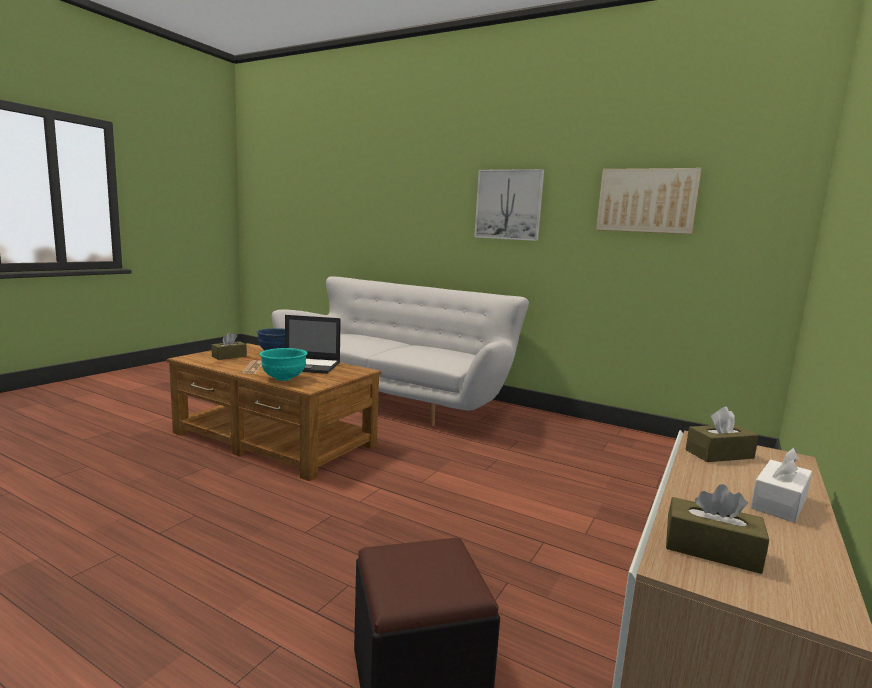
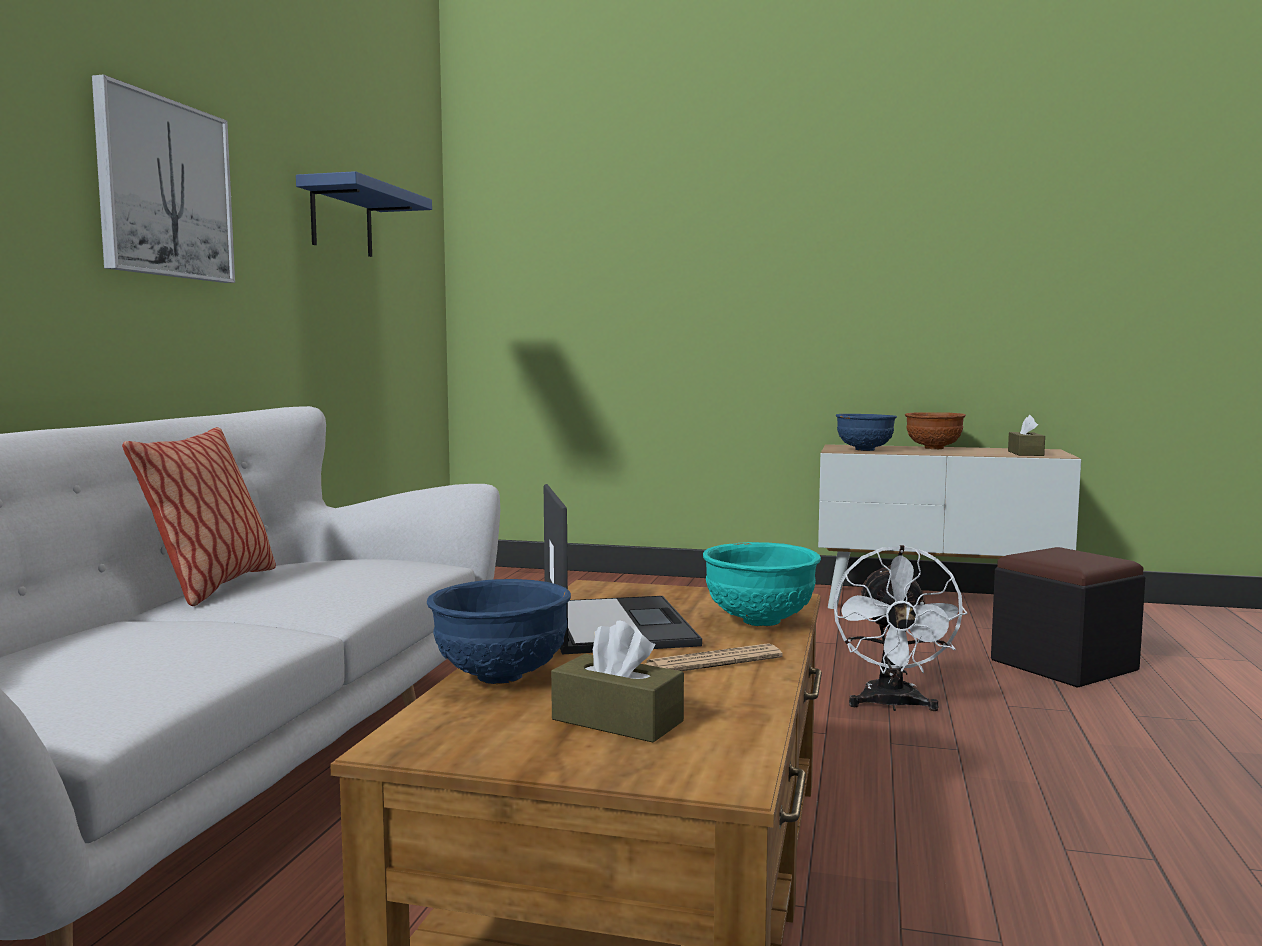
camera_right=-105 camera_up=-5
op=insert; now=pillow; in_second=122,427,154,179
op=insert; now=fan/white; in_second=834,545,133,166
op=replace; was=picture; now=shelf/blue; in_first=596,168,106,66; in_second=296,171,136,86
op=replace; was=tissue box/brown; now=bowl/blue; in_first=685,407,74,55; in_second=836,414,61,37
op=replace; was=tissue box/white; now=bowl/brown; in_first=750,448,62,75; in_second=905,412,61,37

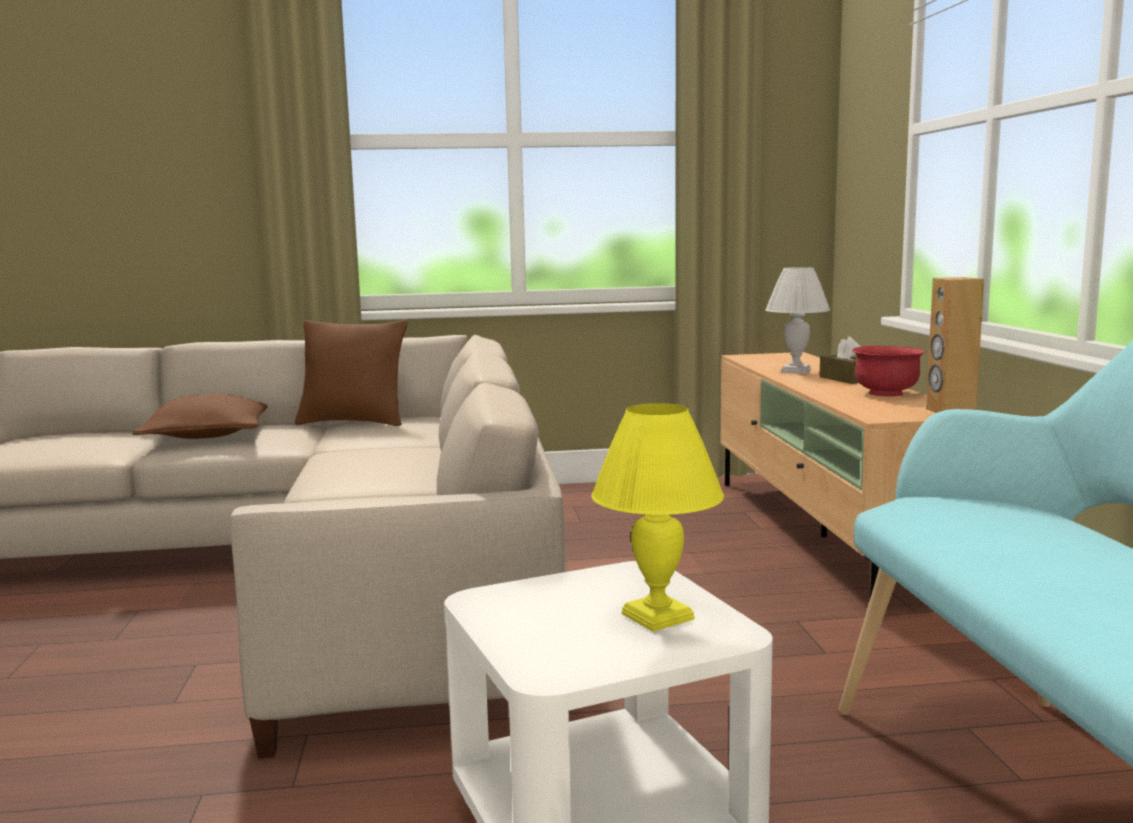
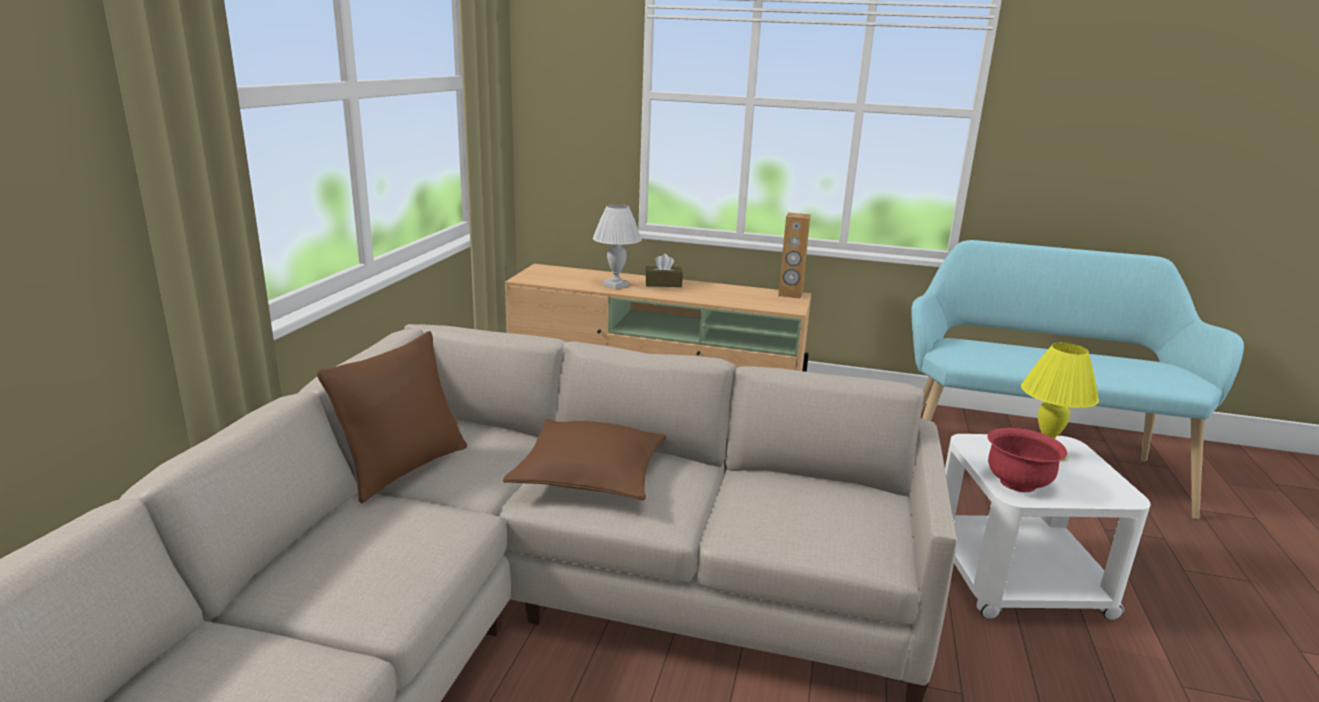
camera_right=-70 camera_up=10
op=move; was=pillow/brown; in_first=133,394,135,45; in_second=503,419,163,81
op=move; was=bowl/red; in_first=852,346,74,51; in_second=987,427,80,65

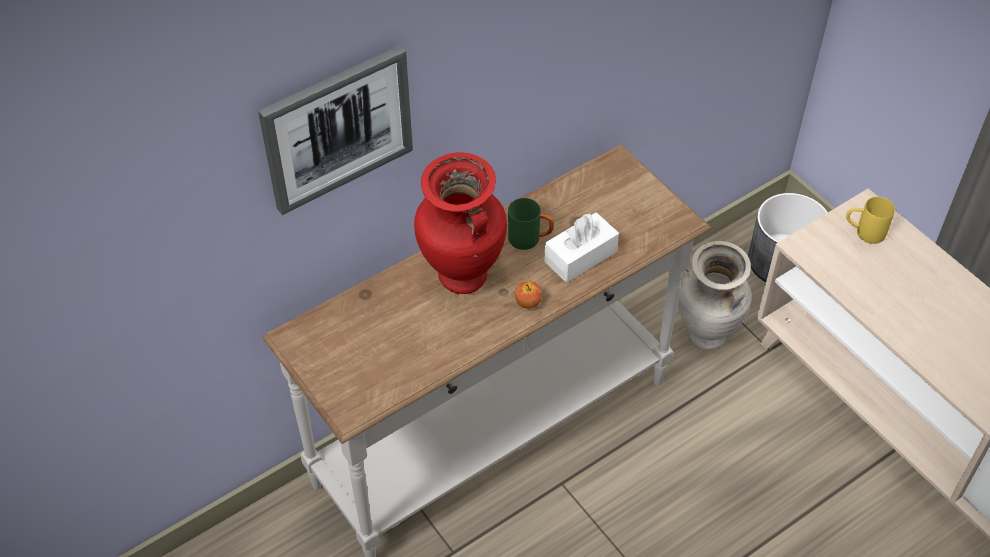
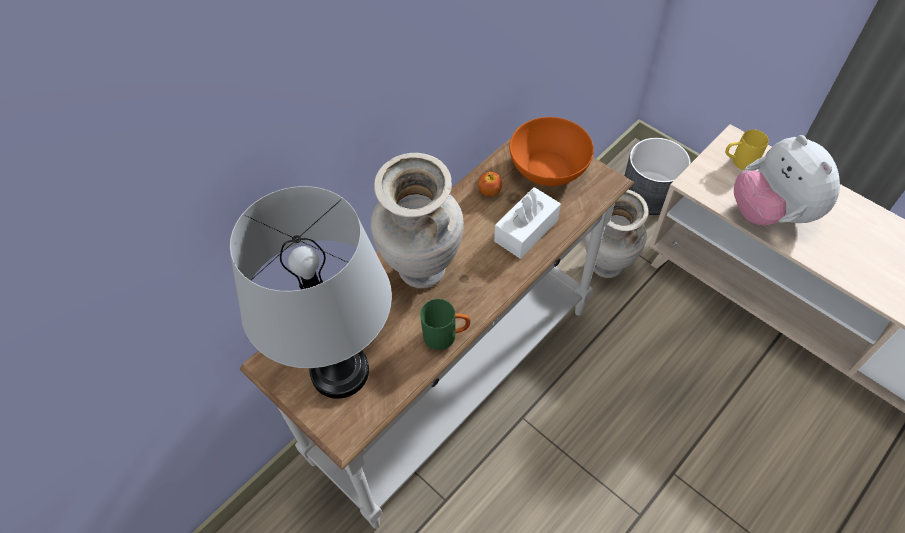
camera_right=-10 camera_up=5
op=delete; was=picture; in_first=258,45,155,170
op=insert; now=table lamp/grey; in_second=230,186,162,213
op=insert; now=bowl/orange; in_second=510,117,84,69
op=insert; now=plush toy; in_second=734,135,106,90
op=move; was=mug/green; in_first=508,198,46,52; in_second=420,299,50,51
op=move; was=apple; in_first=515,281,27,28; in_second=478,172,24,24
op=recolor; was=vase/red; now=vase/beige; in_first=414,152,93,142; in_second=371,153,93,135

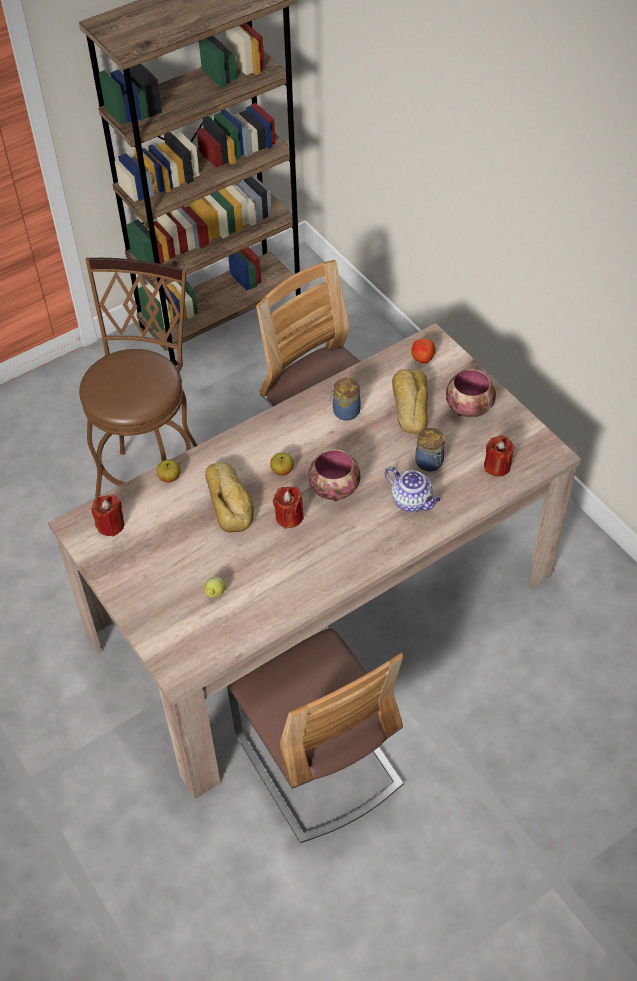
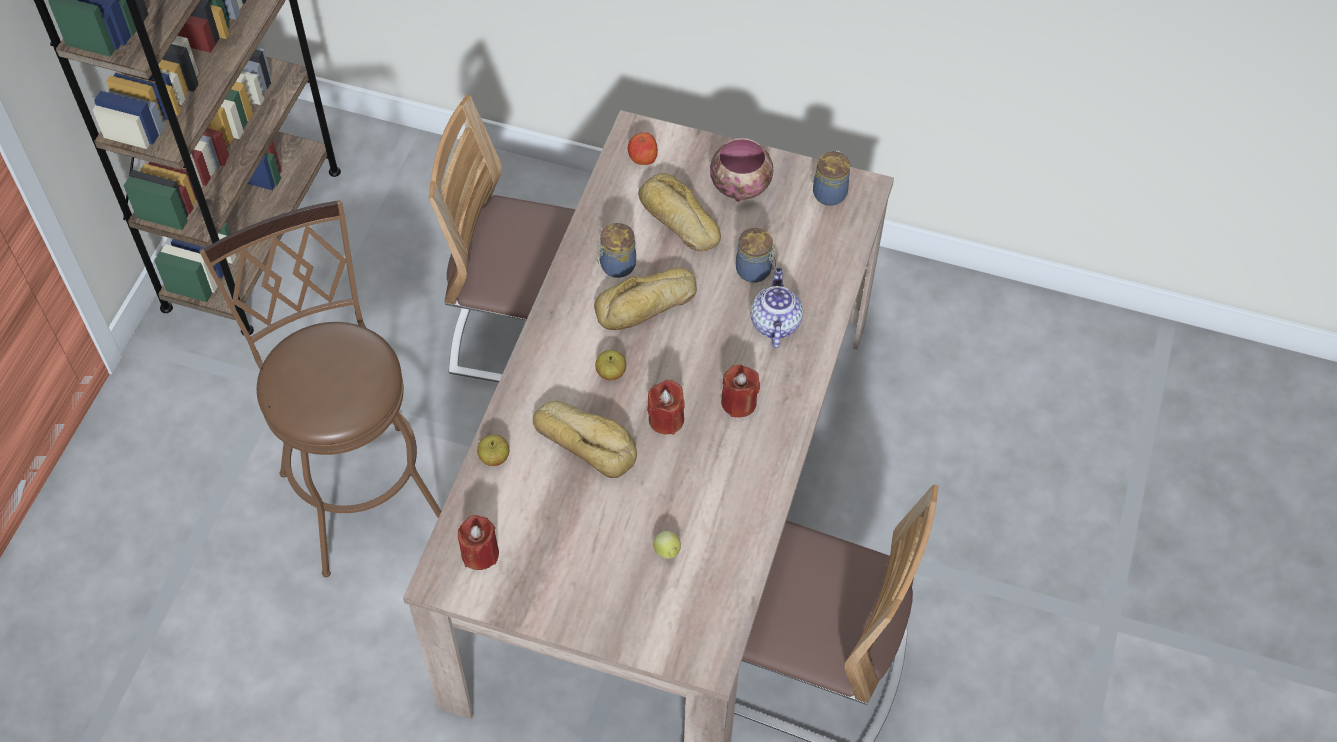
camera_right=-40 camera_up=5
op=delete; was=bowl; in_first=308,449,52,52
op=insert; now=bread; in_second=594,268,103,62
op=insert; now=jar; in_second=813,150,37,56
op=move; was=candle/red; in_first=484,435,31,41; in_second=721,365,39,52
op=rotate; was=teapot; in_first=385,467,56,45; in_second=750,267,53,81; clockwise=-90

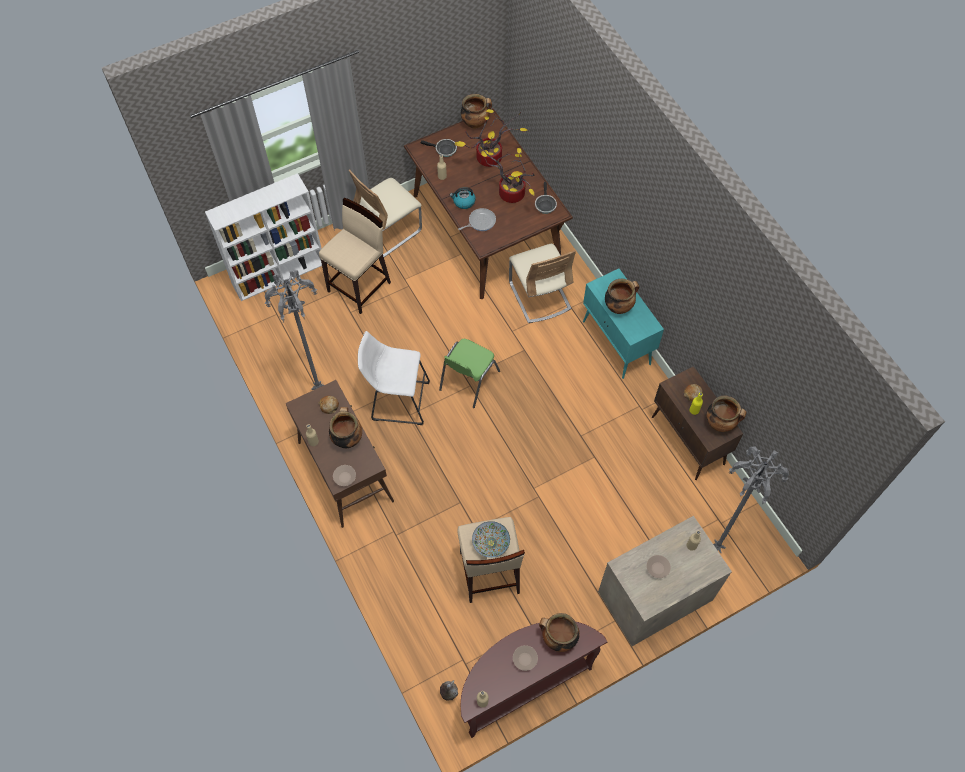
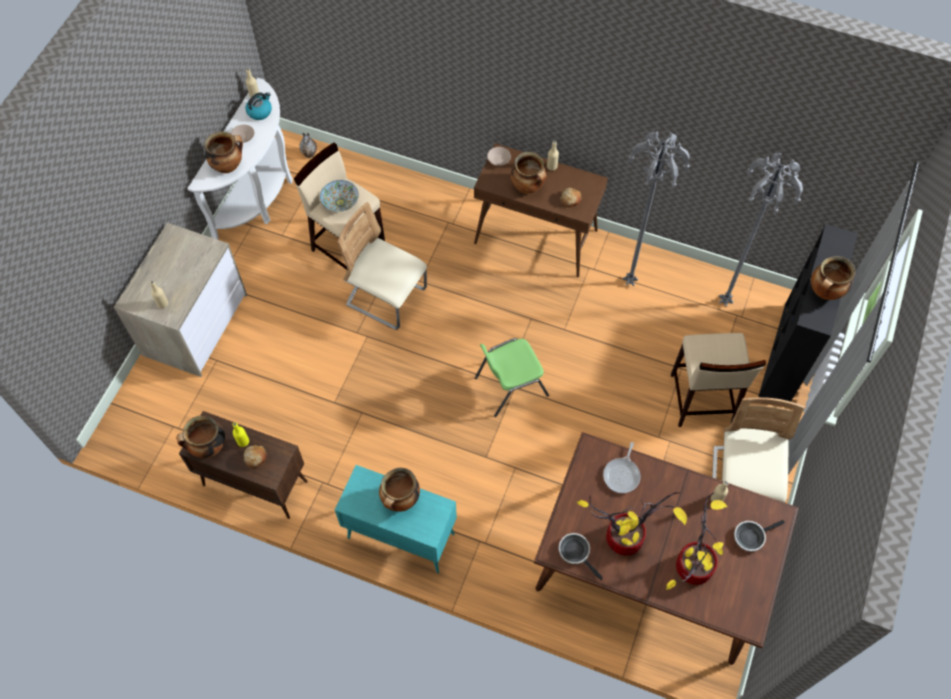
camera_right=140 camera_up=0
op=delete; was=stool/white; in_first=358,331,72,94
op=delete; was=bowl/beige; in_first=646,555,25,23
op=move; was=kettle; in_first=450,187,25,22; in_second=246,92,26,28
op=move; was=cooking pot; in_first=461,94,31,35; in_second=811,256,44,44
op=move; was=chair/beige; in_first=509,244,67,79; in_second=338,202,89,128
op=move; was=floor lamp/grey; in_first=713,446,76,107; in_second=719,153,84,153
op=recolor; was=bookcase/white; now=bookcase/black; in_first=205,173,117,128; in_second=758,224,100,178
op=recolor; was=console table/brown; now=console table/white; in_first=461,622,146,116; in_second=187,78,106,162
op=rotate; was=chair/green; in_first=439,339,61,69; in_second=475,338,74,79; clockwise=-105

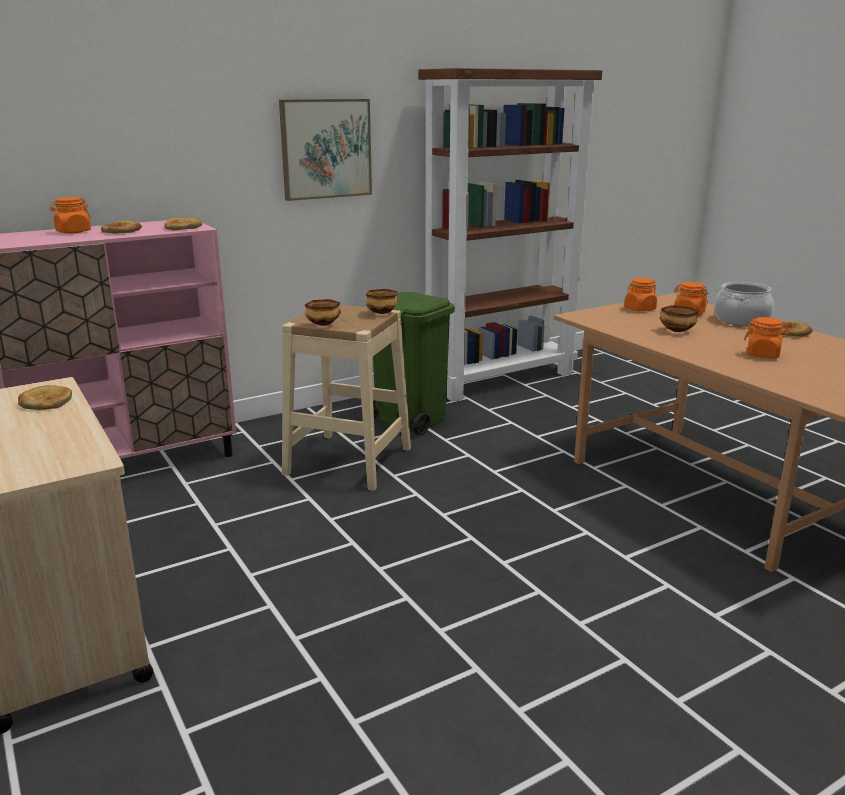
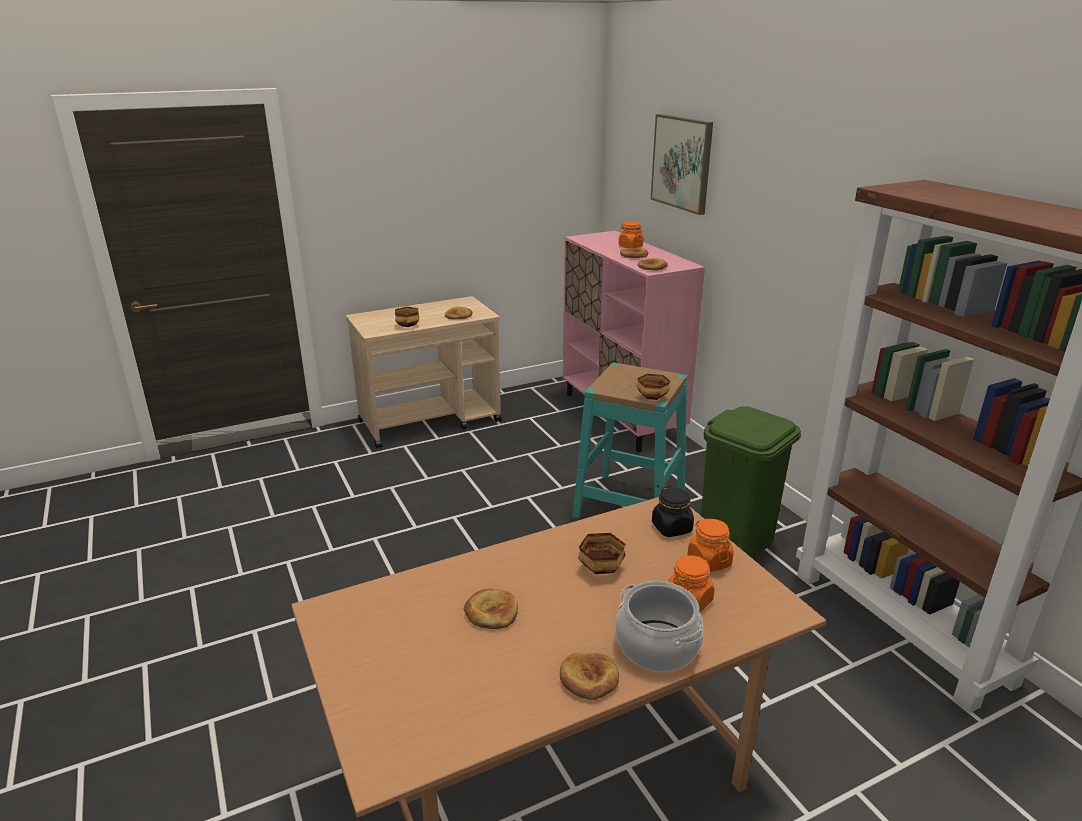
camera_right=95 camera_up=5
op=insert; now=jar/black; in_second=652,486,42,51
op=move; was=picture; in_first=279,99,93,102; in_second=651,114,62,101
op=move; was=bowl; in_first=305,299,36,27; in_second=395,307,24,20
op=replace; was=jar/orange; now=bread; in_first=744,317,45,41; in_second=464,589,54,40
op=recolor; was=stool/beige; now=stool/turquoise; in_first=282,305,129,186; in_second=572,363,115,155

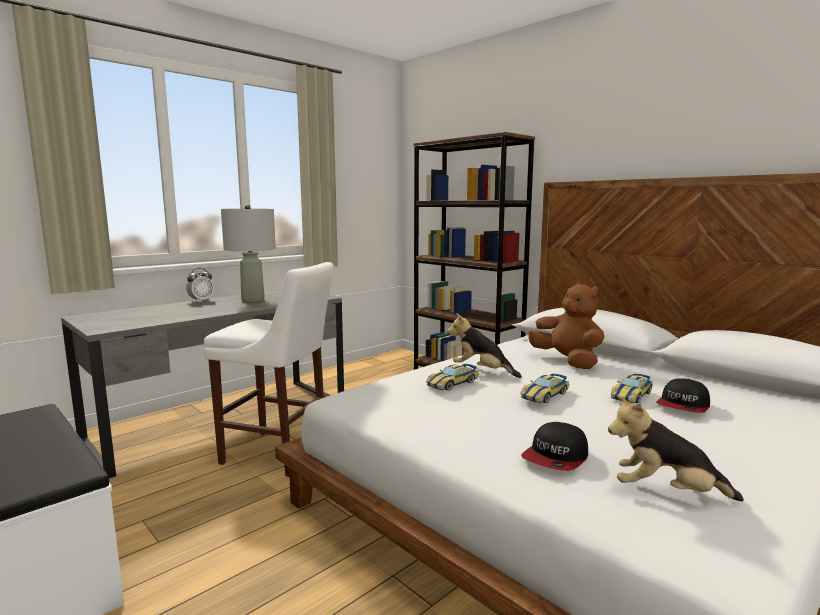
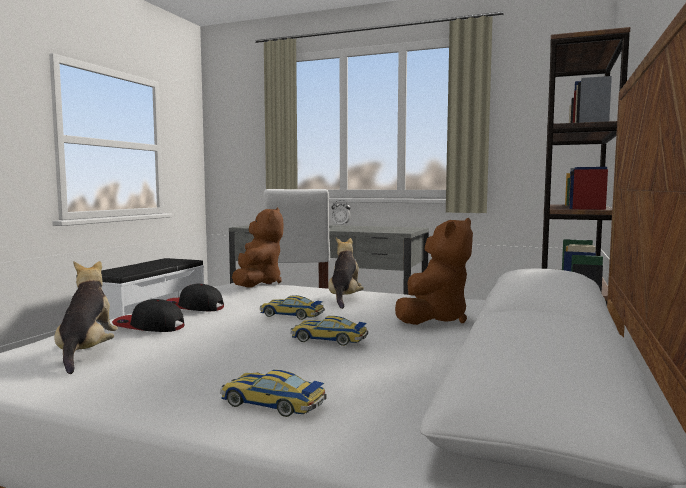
camera_right=65 camera_up=-5
op=delete; was=table lamp/grey; in_first=221,205,55,97
op=insert; now=plush toy/brown; in_second=232,207,51,80
op=move; was=toy car; in_first=426,364,53,27; in_second=220,370,107,47
op=move; was=cap; in_first=656,378,54,35; in_second=166,284,58,27

